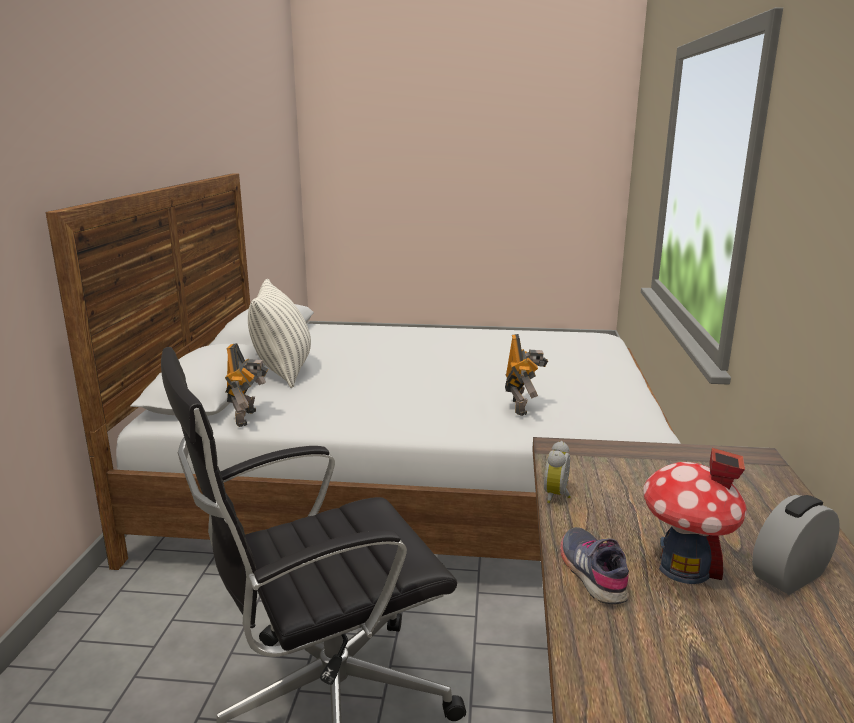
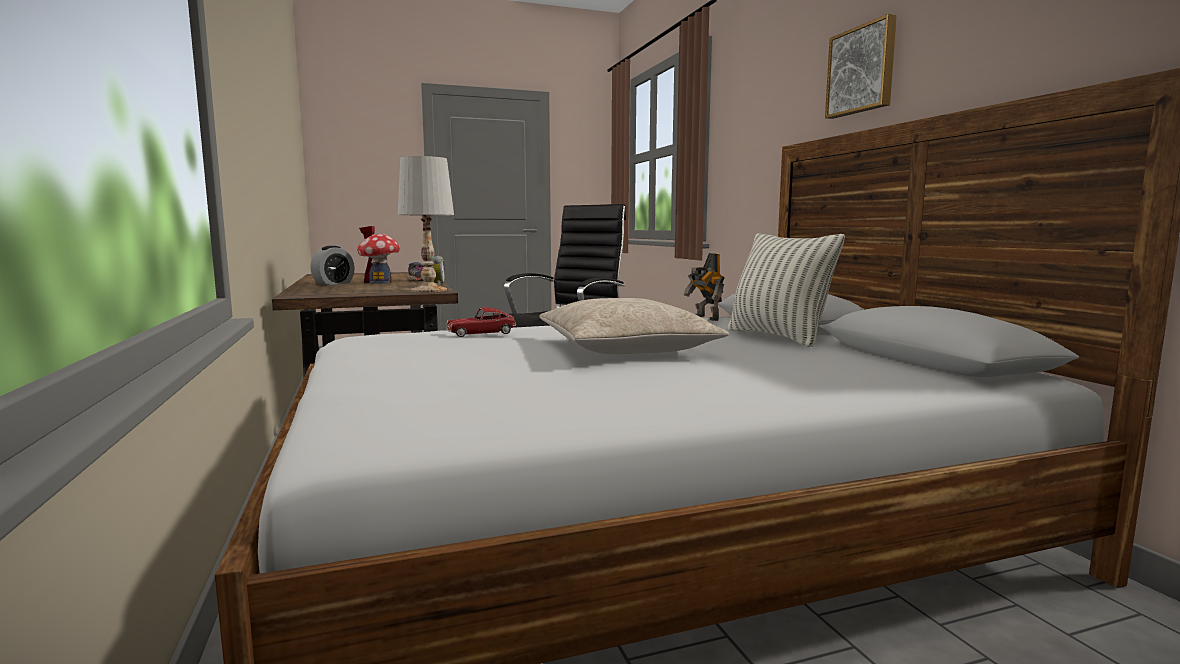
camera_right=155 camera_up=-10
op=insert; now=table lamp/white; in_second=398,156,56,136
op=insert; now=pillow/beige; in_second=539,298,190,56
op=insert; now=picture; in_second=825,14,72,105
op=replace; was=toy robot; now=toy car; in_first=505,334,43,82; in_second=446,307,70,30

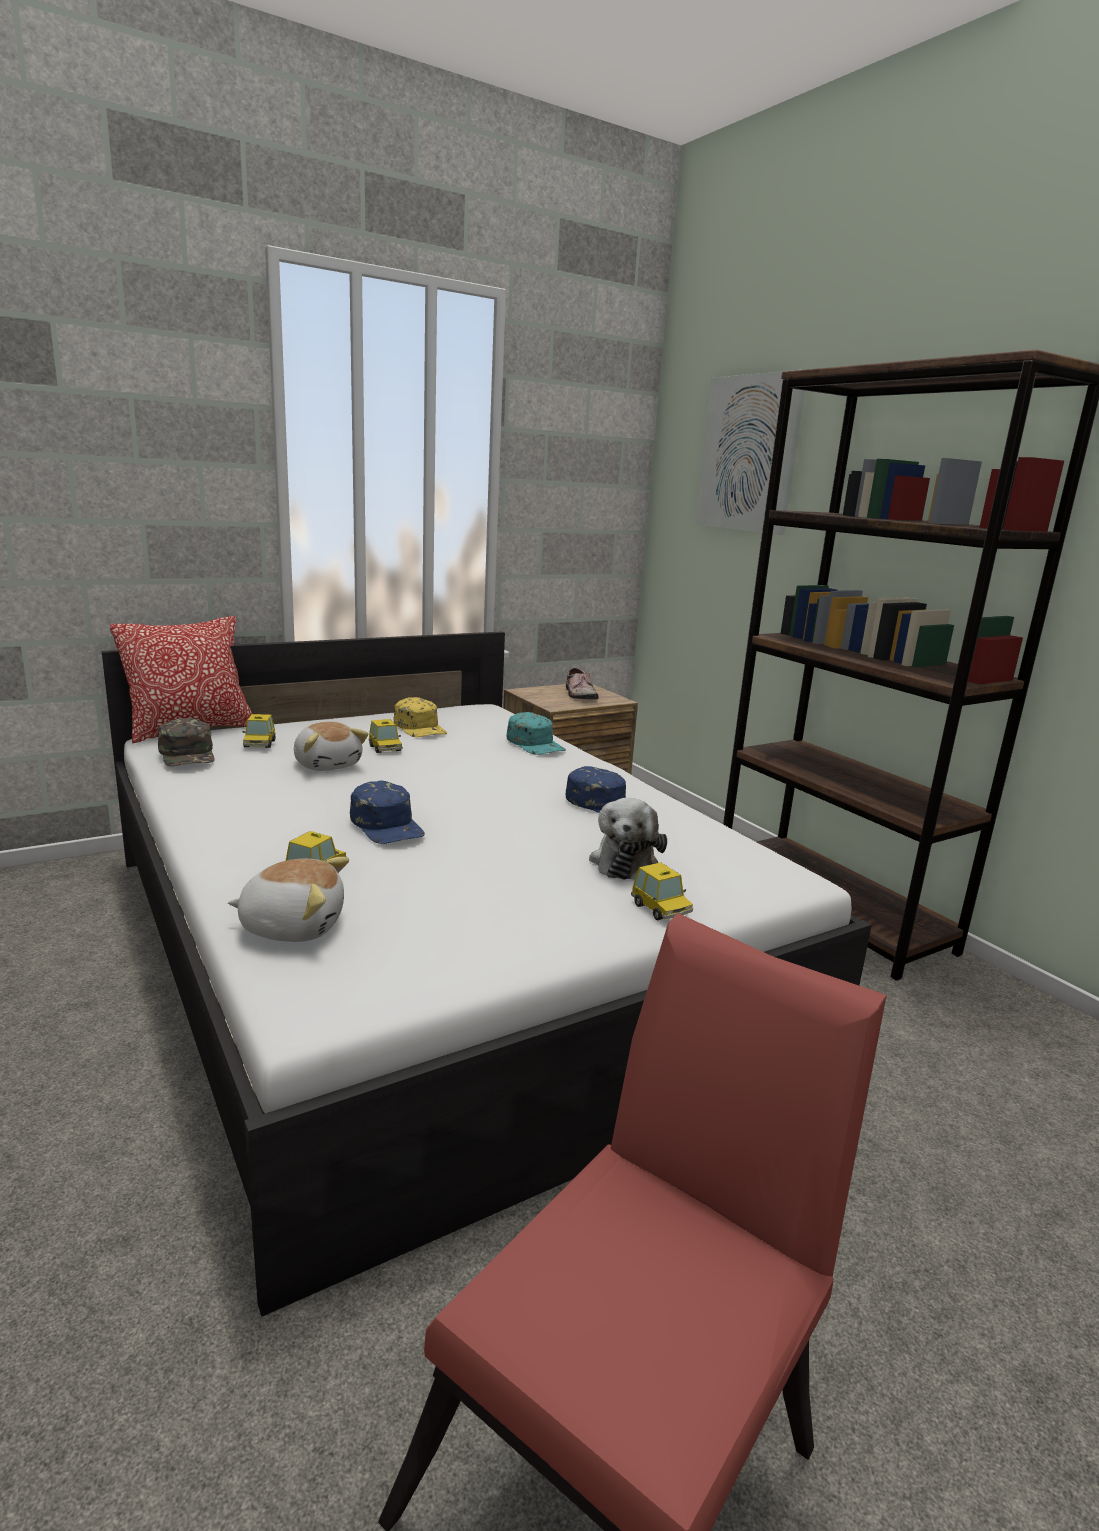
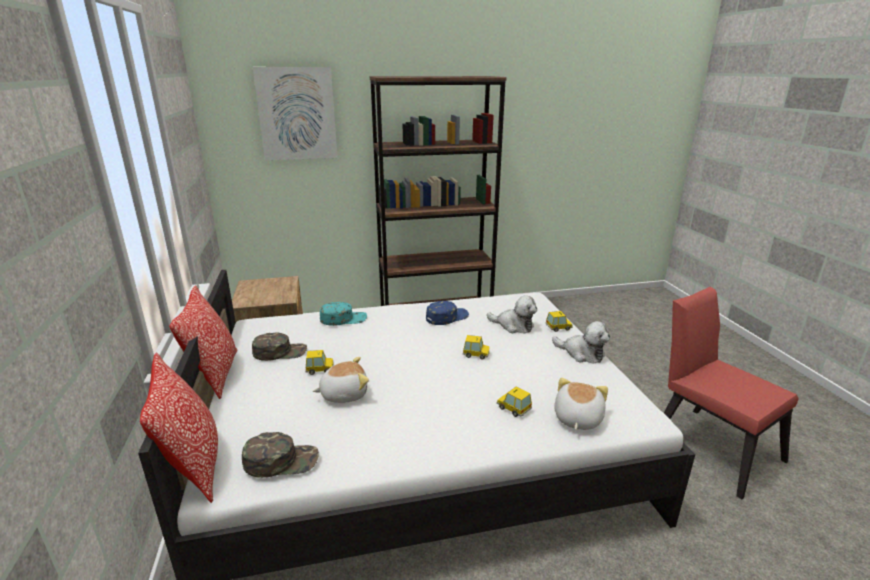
camera_right=-70 camera_up=5
op=delete; was=cap/blue; in_first=350,780,75,64
op=delete; was=shoe; in_first=566,668,33,31
op=insert; now=pillow; in_second=169,285,69,114
op=insert; now=plush toy; in_second=552,321,58,42
op=move; was=toy car; in_first=243,714,32,34; in_second=463,335,27,25
op=recolor; was=cap/yellow; now=cap/green; in_first=394,697,53,40; in_second=252,332,55,29

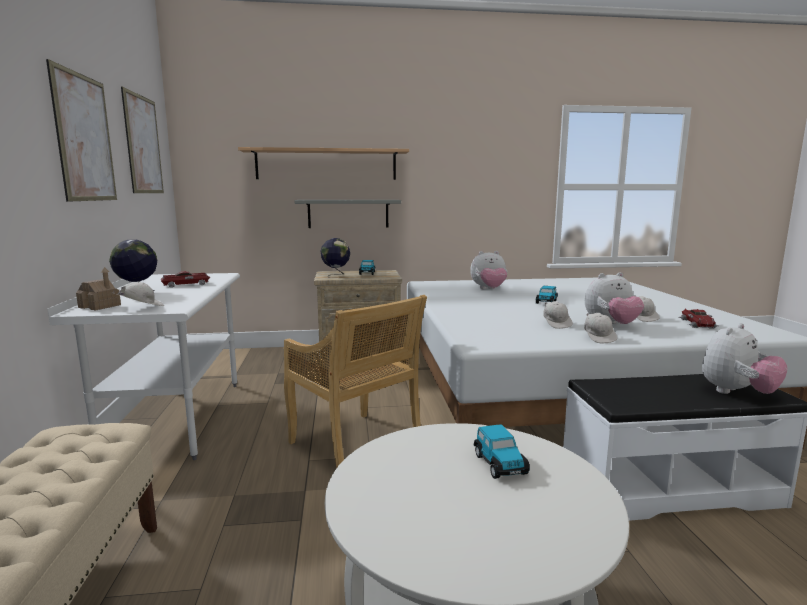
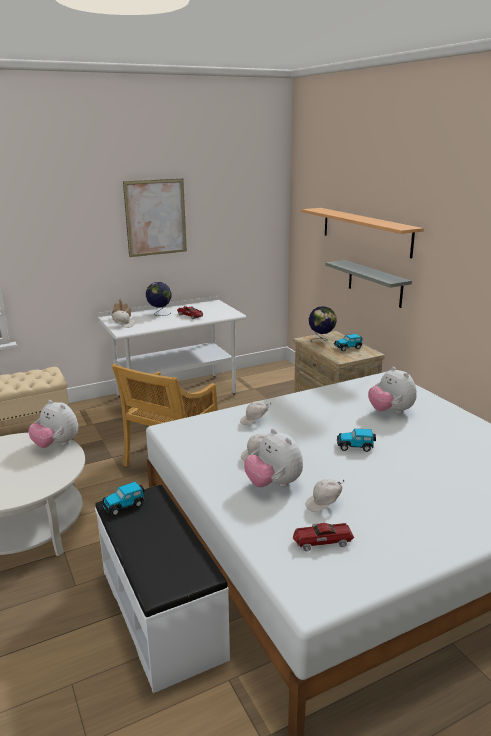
camera_right=70 camera_up=10
op=delete; was=picture; in_first=121,86,43,107
op=move; was=toy car; in_first=474,424,56,55; in_second=101,482,44,34
op=move; was=cap/white; in_first=584,313,33,31; in_second=240,401,31,24
op=move; was=plush toy; in_first=702,323,86,71; in_second=28,400,50,48

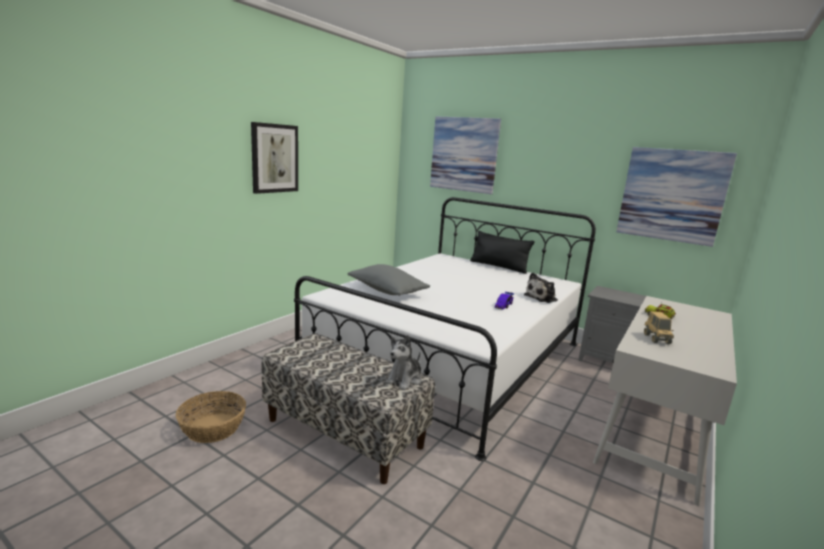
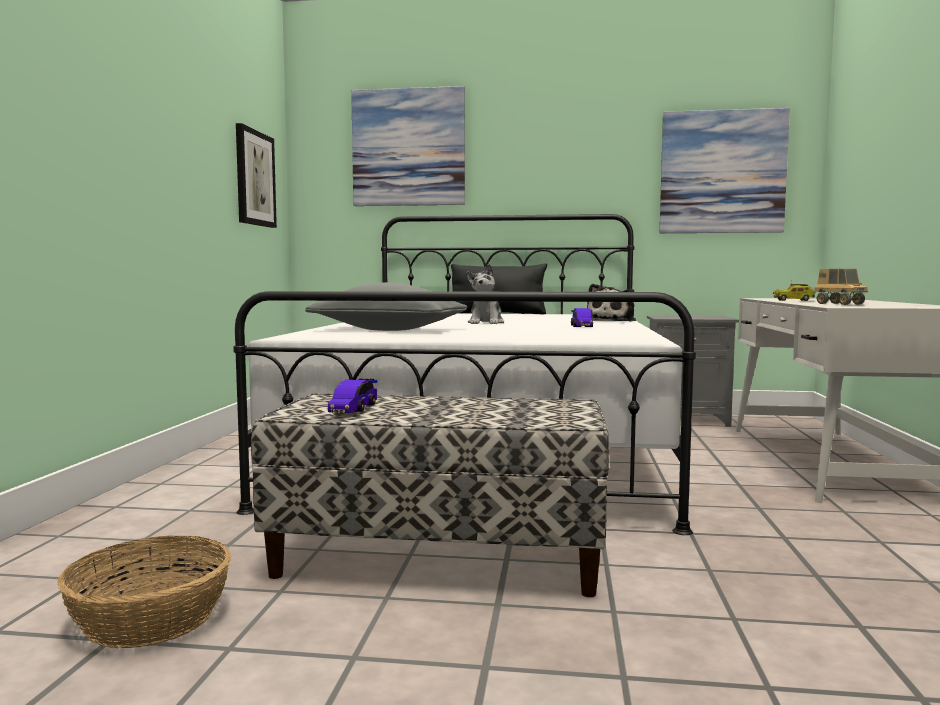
camera_right=-25 camera_up=-10
op=insert; now=toy car; in_second=328,378,50,35
op=move; was=picture; in_first=251,122,47,72; in_second=236,123,41,105
op=move; was=plush toy; in_first=386,335,35,55; in_second=467,264,37,60

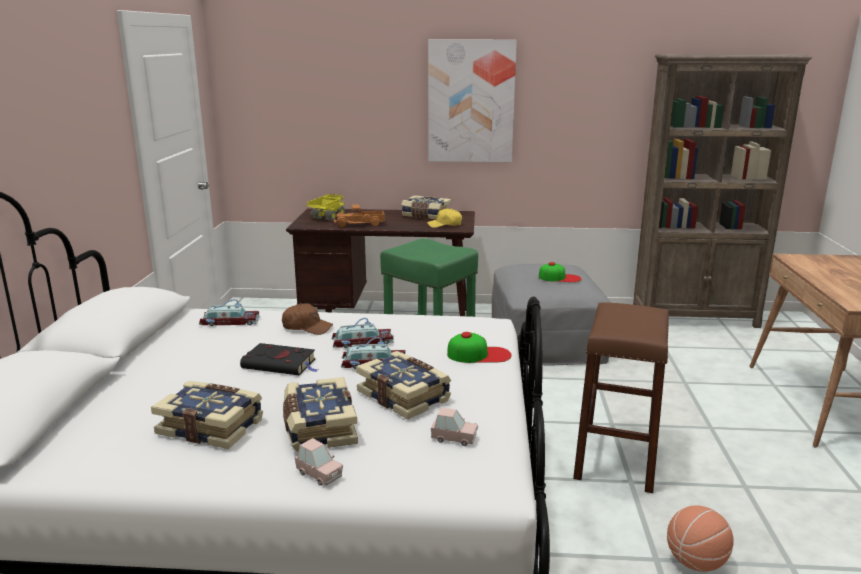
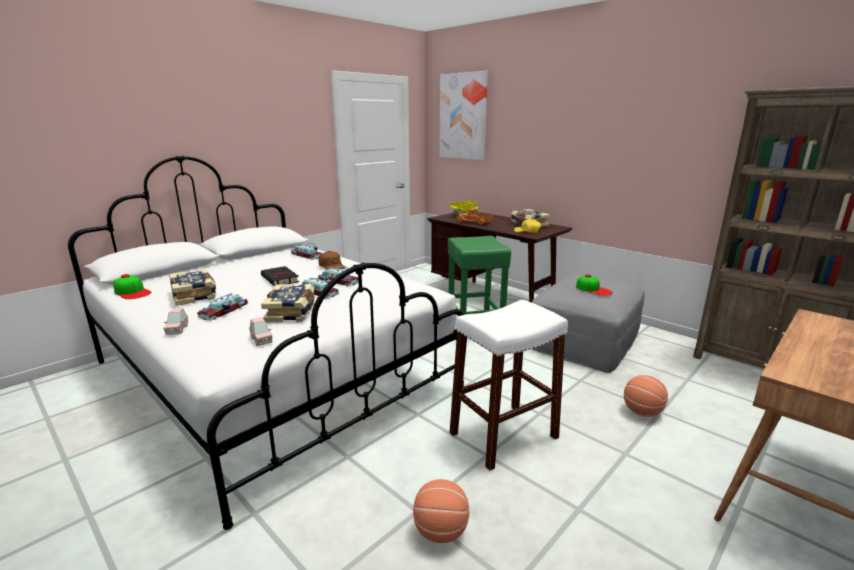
camera_right=40 camera_up=0
op=insert; now=basketball; in_second=624,375,44,42
op=move; was=picture; in_first=428,40,89,122; in_second=439,71,49,89
op=move; was=cap; in_first=447,332,65,31; in_second=113,274,39,25
op=replace; was=book; now=toy car; in_first=283,377,75,76; in_second=197,293,51,28
op=recolor; was=stool/brown; now=stool/white; in_first=573,302,96,191; in_second=449,300,119,171

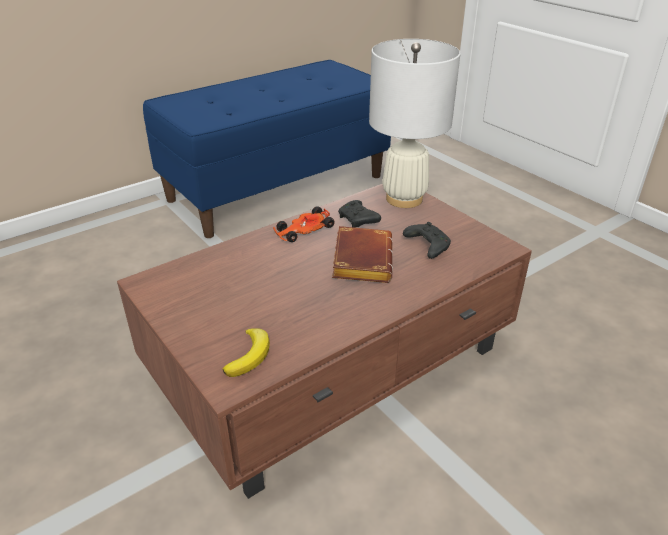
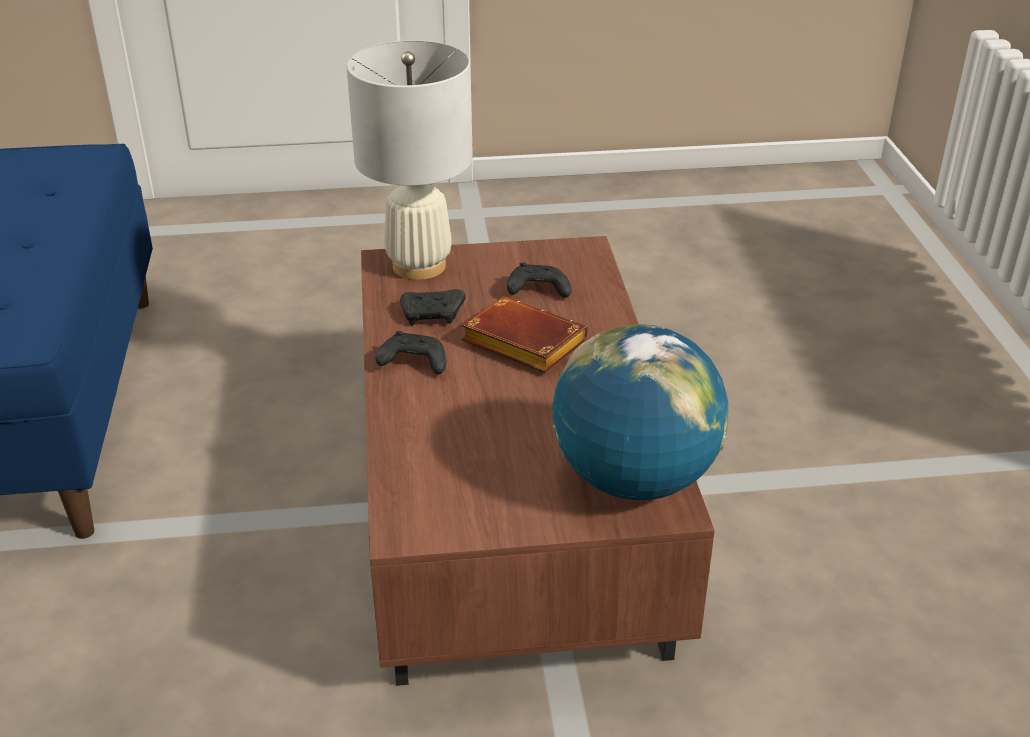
camera_right=-60 camera_up=0
op=replace; was=banana; now=globe; in_first=222,328,48,49; in_second=552,324,177,176
op=replace; was=toy car; now=game controller/black; in_first=273,206,62,36; in_second=376,331,70,43

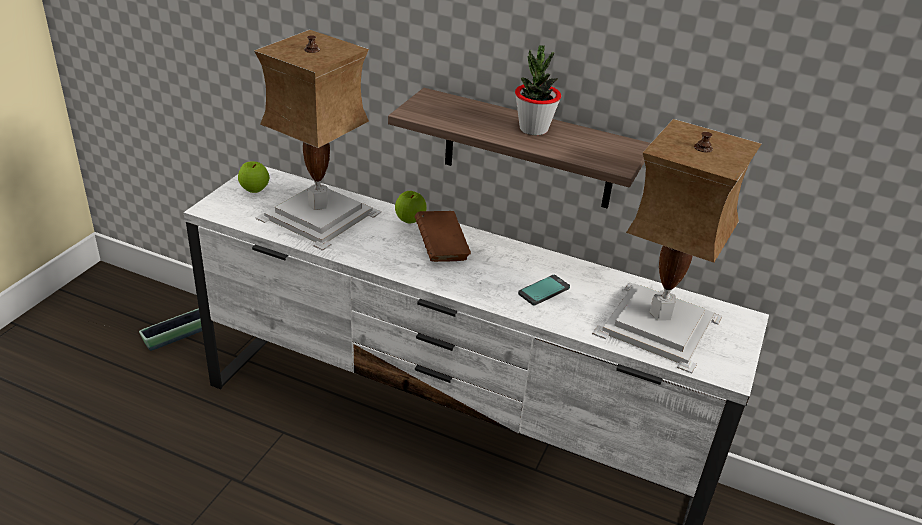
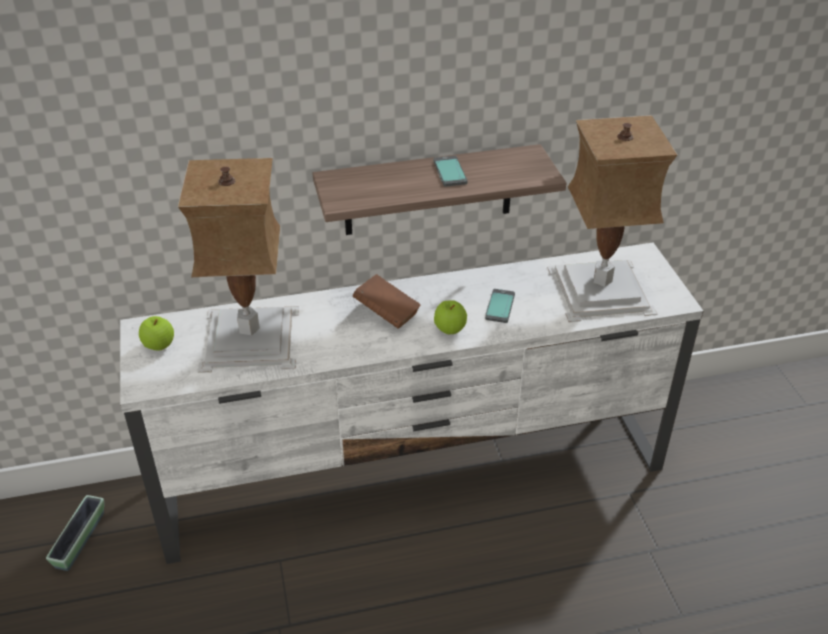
camera_right=-35 camera_up=5
op=move; was=apple; in_first=395,191,32,33; in_second=434,300,33,34
op=replace; was=potted plant; now=phone; in_first=515,45,46,90; in_second=433,156,34,30

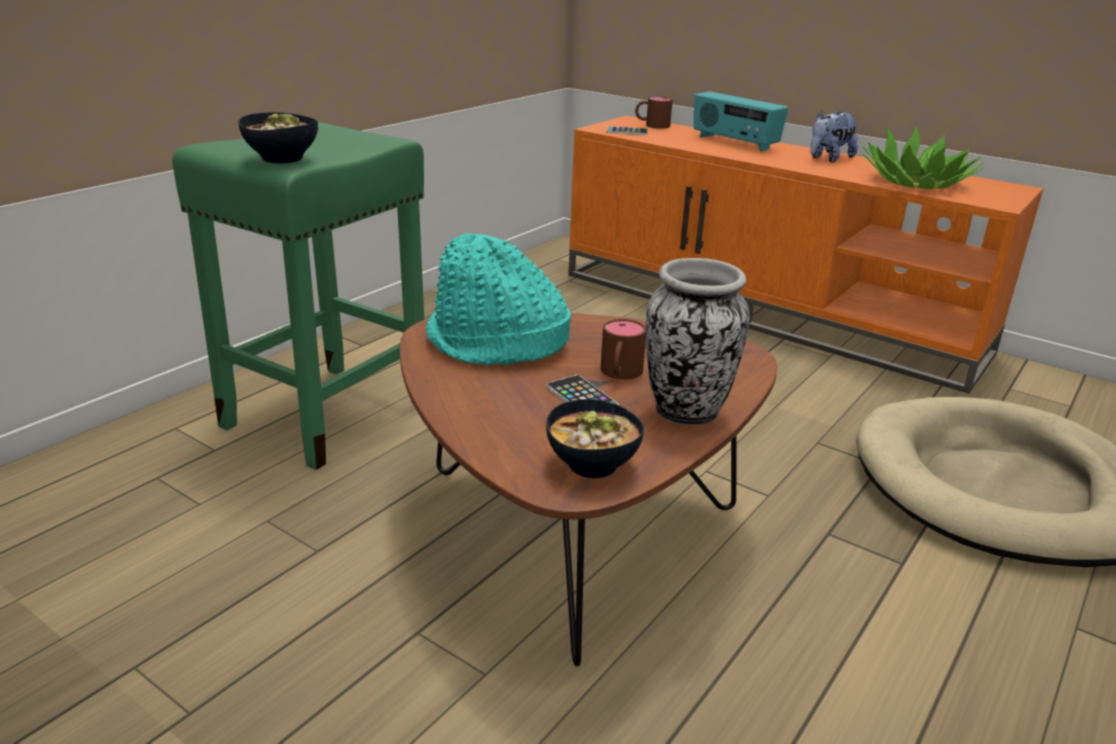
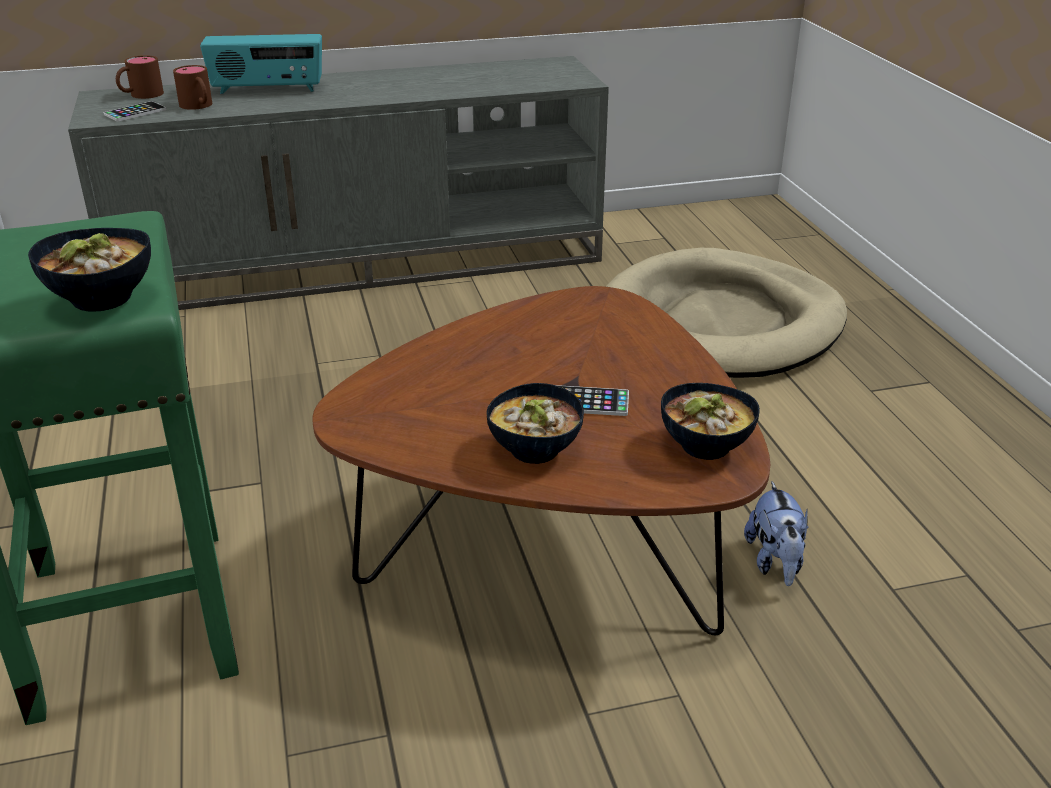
camera_right=-50 camera_up=5
op=delete; was=hat/turquoise; in_first=426,233,145,132
op=delete; was=vase; in_first=646,258,104,167
op=delete; was=potted plant; in_first=863,126,121,63
op=insert; now=bowl; in_second=486,383,98,81
op=move; was=mug/brown; in_first=600,319,46,61; in_second=173,65,39,45
op=move; was=plush toy; in_first=810,110,48,52; in_second=744,482,64,104
op=recolor; was=tv stand/orange; now=tv stand/grey; in_first=568,116,476,278; in_second=68,56,541,254

